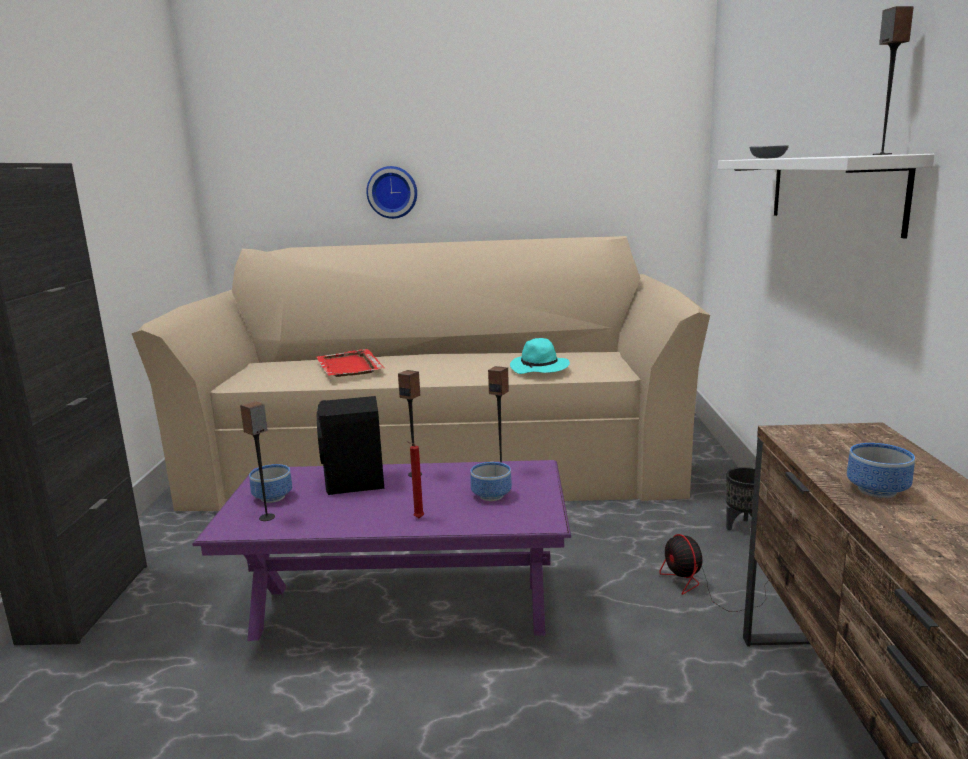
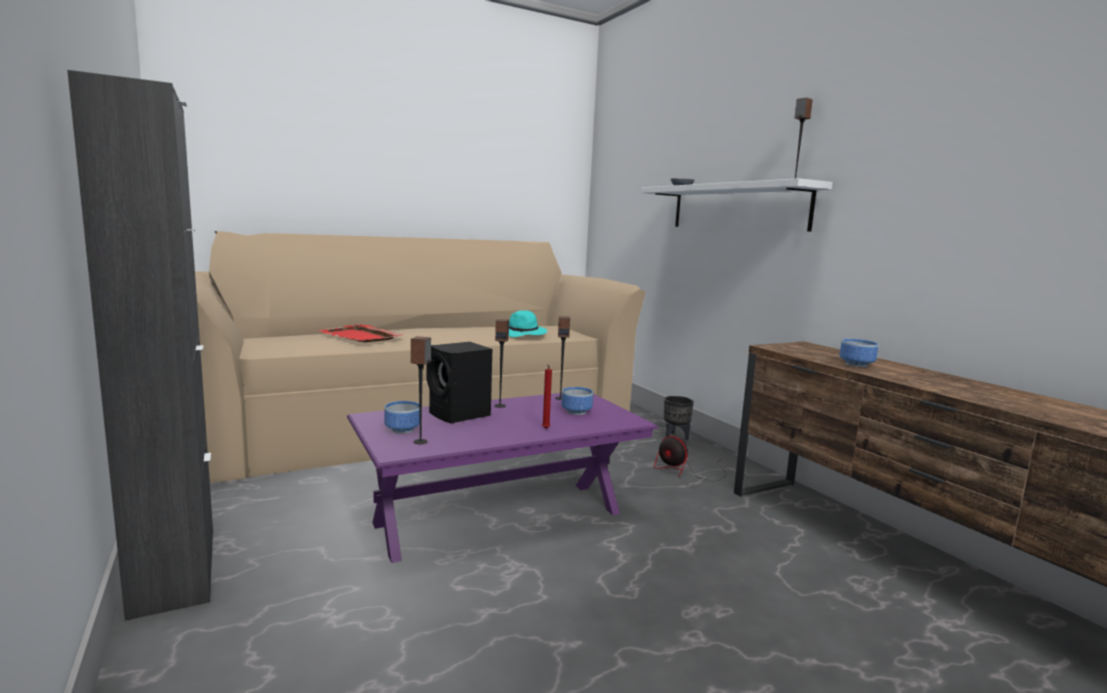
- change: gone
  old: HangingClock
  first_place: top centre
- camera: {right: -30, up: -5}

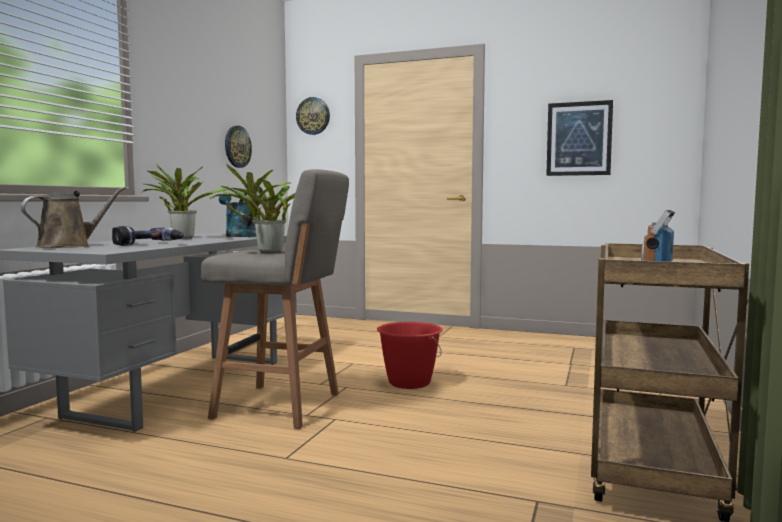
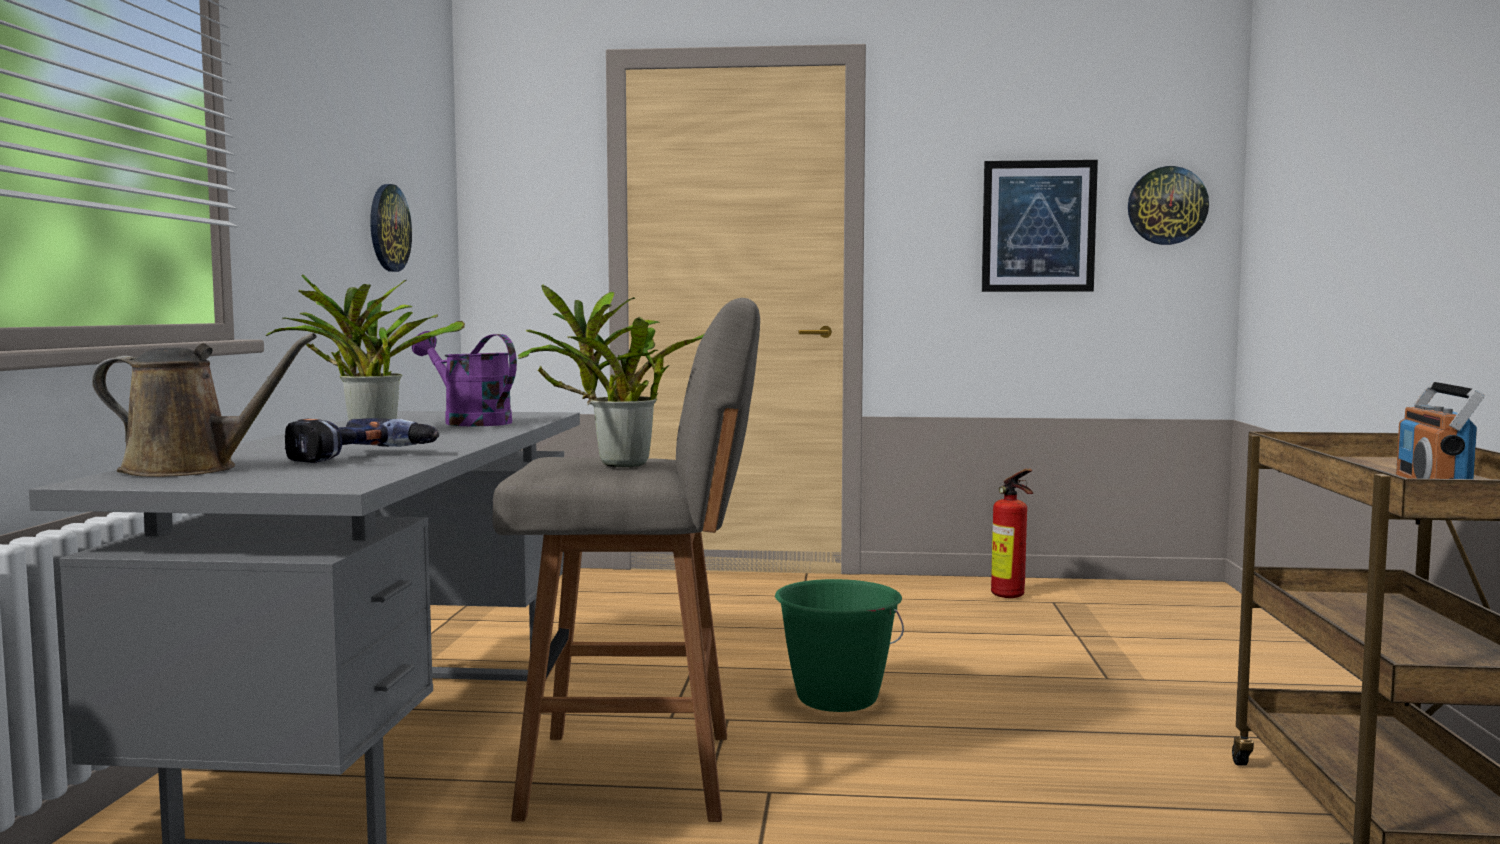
- change: shifted
  old: HangingClock (no. 2 from left)
  first_place: top centre
  second_place: top right
- change: rotated
  old: BrownColouredWateringCan
  first_place: middle left
  second_place: middle left
  degrees: 75
- change: repainted
  old: TurquoiseWateringCan
  new: PurplishWateringCan
  first_place: middle left
  second_place: middle left
- change: repainted
  old: ReddishPail
  new: GreenishPail
  first_place: bottom centre
  second_place: bottom centre
- change: new
  new: FireExtinguisher
  second_place: middle right
- camera: {right: -15, up: 0}

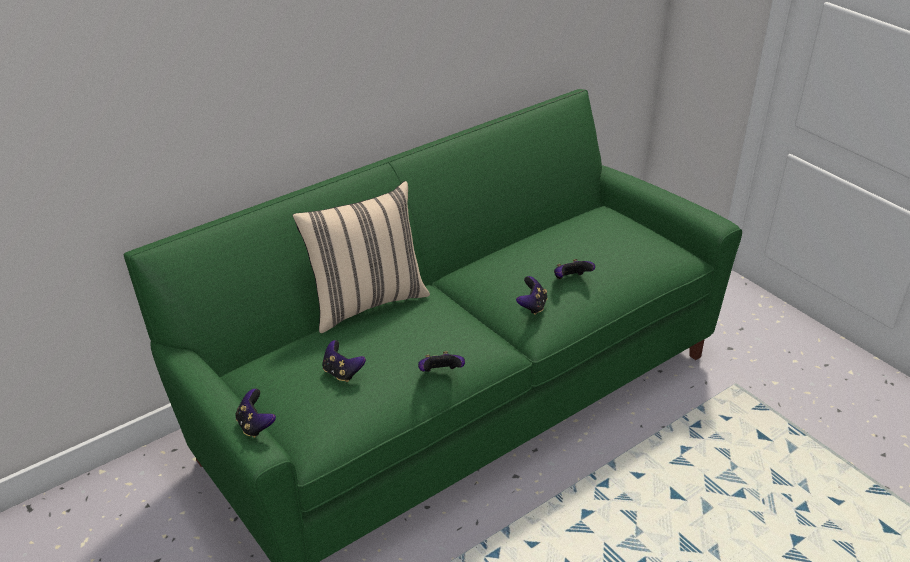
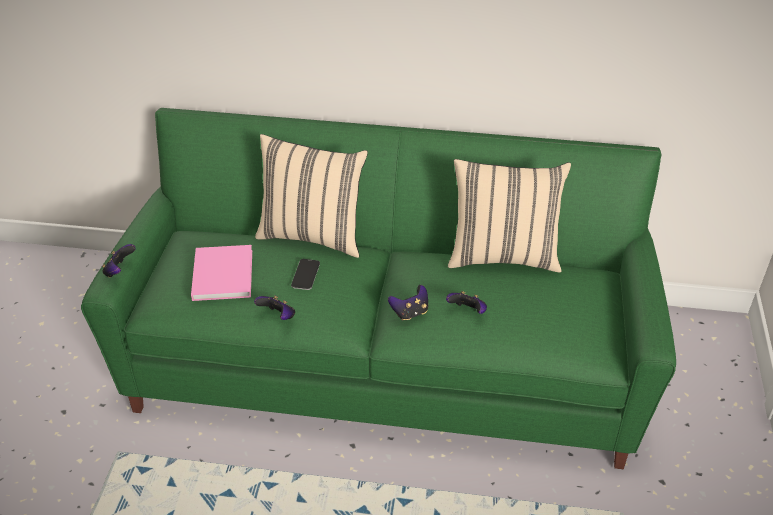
- change: swapped
  old: Joypad (no. 2 from left)
  new: PinkishBook
  first_place: centre
  second_place: middle left
- change: new
  new: BeigeColouredThrowPillow (no. 2 from left)
  second_place: centre
- change: new
  new: Phone
  second_place: centre
- camera: {right: 45, up: 5}

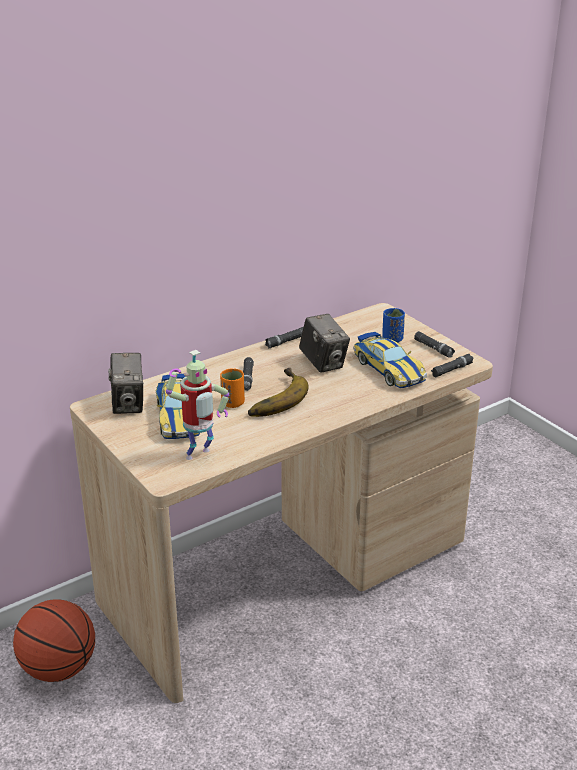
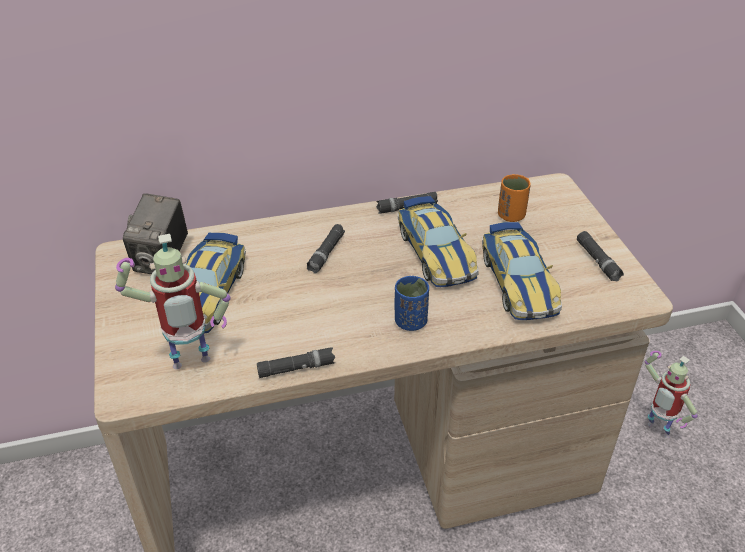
- change: shifted
  old: BluishDrinkingCup
  first_place: middle right
  second_place: centre
- change: swapped
  old: PhotoCamera (no. 2 from left)
  new: MiniatureCar (no. 2 from left)
  first_place: centre
  second_place: centre
- change: shifted
  old: BlackTorch (no. 4 from left in the first image)
  new: BlackTorch (no. 1 from left)
  first_place: middle right
  second_place: centre
- change: shifted
  old: OrangeDrinkingCup
  first_place: centre
  second_place: middle right
- change: gone
  old: BananaFruit
  first_place: centre
- change: gone
  old: Basketball
  first_place: bottom left
- change: new
  new: ToyRobot (no. 2 from left)
  second_place: bottom right
- camera: {right: 20, up: 10}

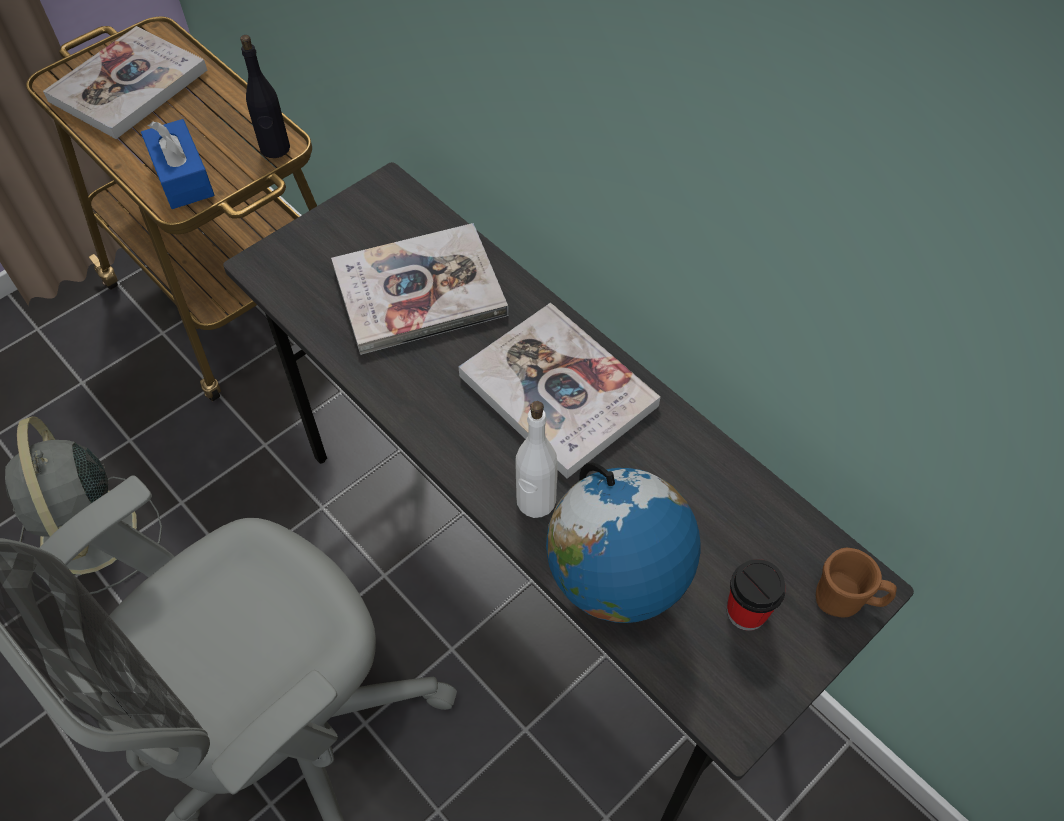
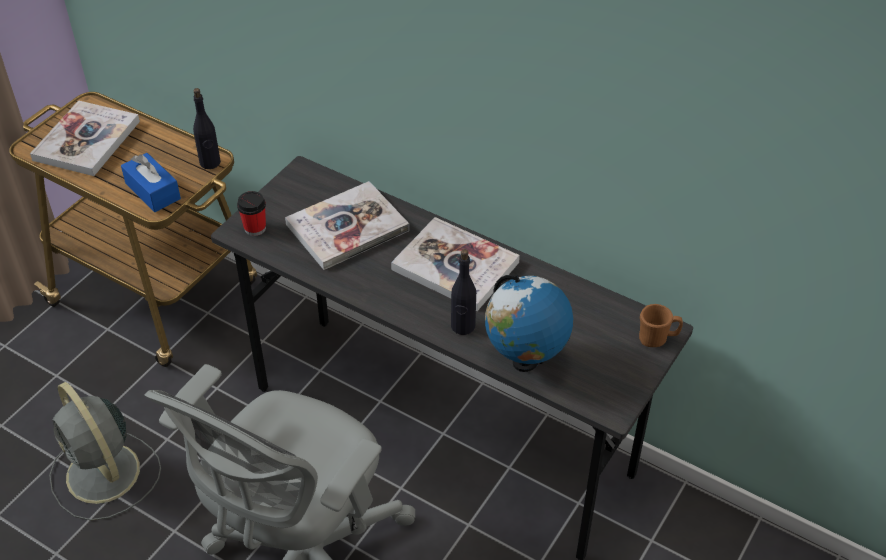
- change: repainted
  old: WhiteColouredBottle
  new: BlackBottle (no. 2 from left)
  first_place: centre
  second_place: centre
- change: shifted
  old: DrinkingCup
  first_place: bottom right
  second_place: middle left
- camera: {right: -15, up: -10}

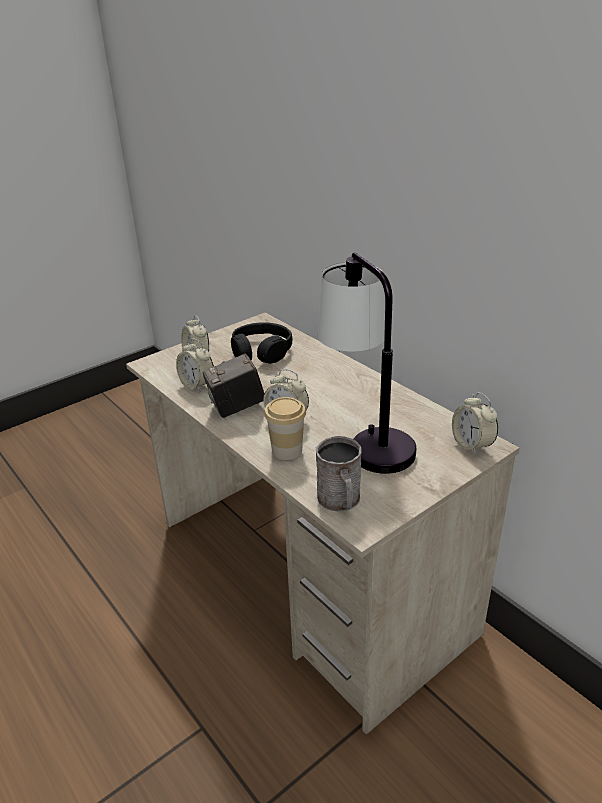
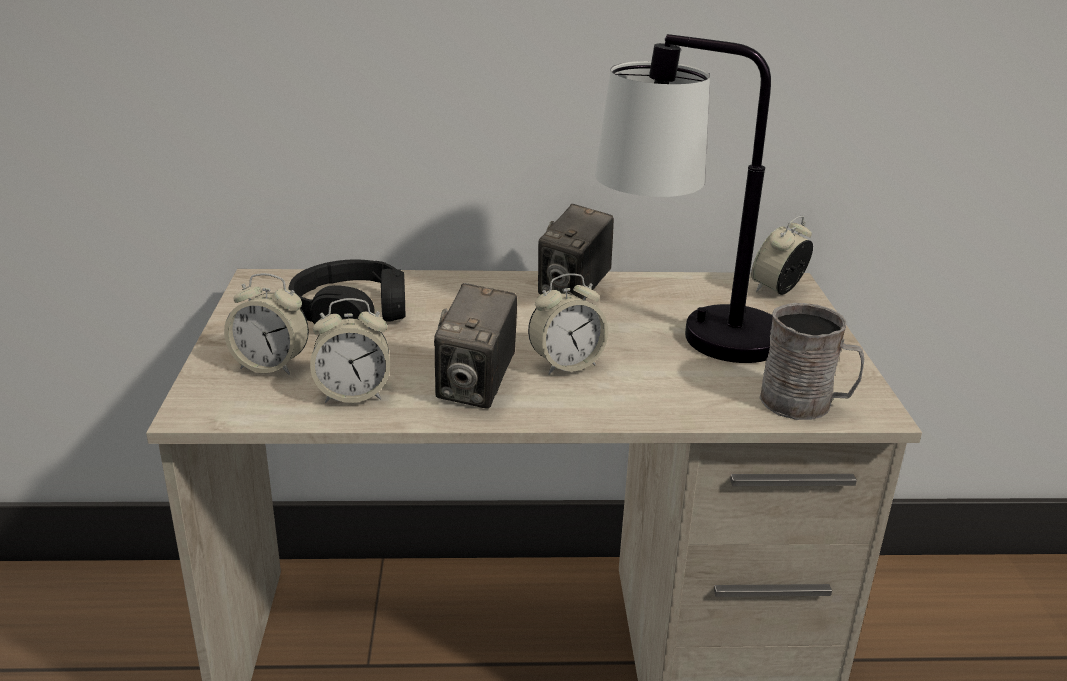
- change: rotated
  old: TableClock (no. 4 from left)
  first_place: middle right
  second_place: middle right
  degrees: 120
- change: gone
  old: DrinkingCup
  first_place: centre
- change: new
  new: PhotoCamera (no. 2 from left)
  second_place: centre
- camera: {right: -55, up: -5}

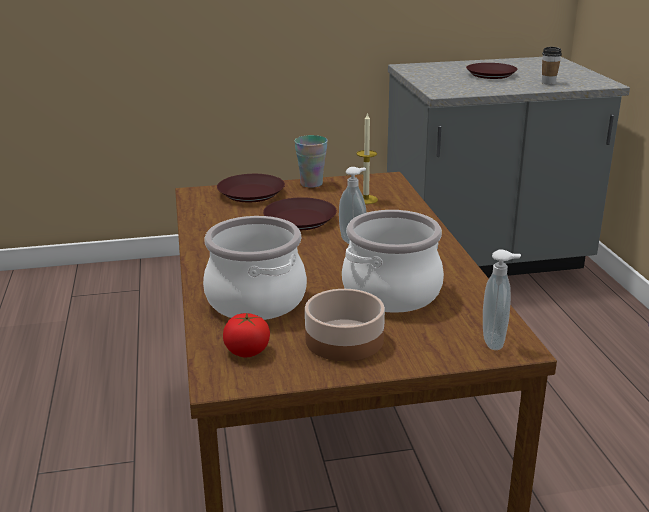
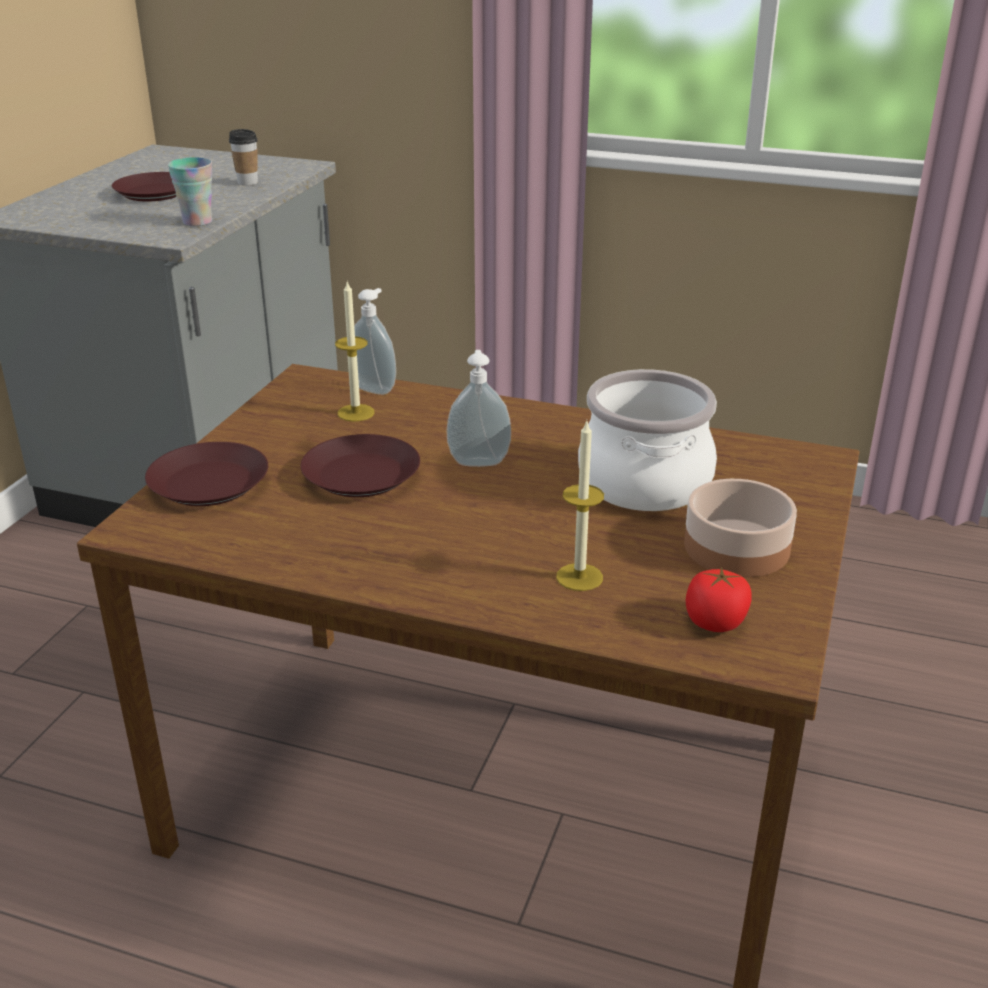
- change: shifted
  old: DrinkingCup (no. 1 from left)
  first_place: top centre
  second_place: top left
- change: swapped
  old: Saucepot (no. 1 from left)
  new: WaxCandle (no. 2 from left)
  first_place: centre
  second_place: centre
- change: shifted
  old: LiquidSoapBottle (no. 2 from left in the first image)
  new: LiquidSoapBottle (no. 1 from left)
  first_place: middle right
  second_place: centre
- camera: {right: -60, up: 5}

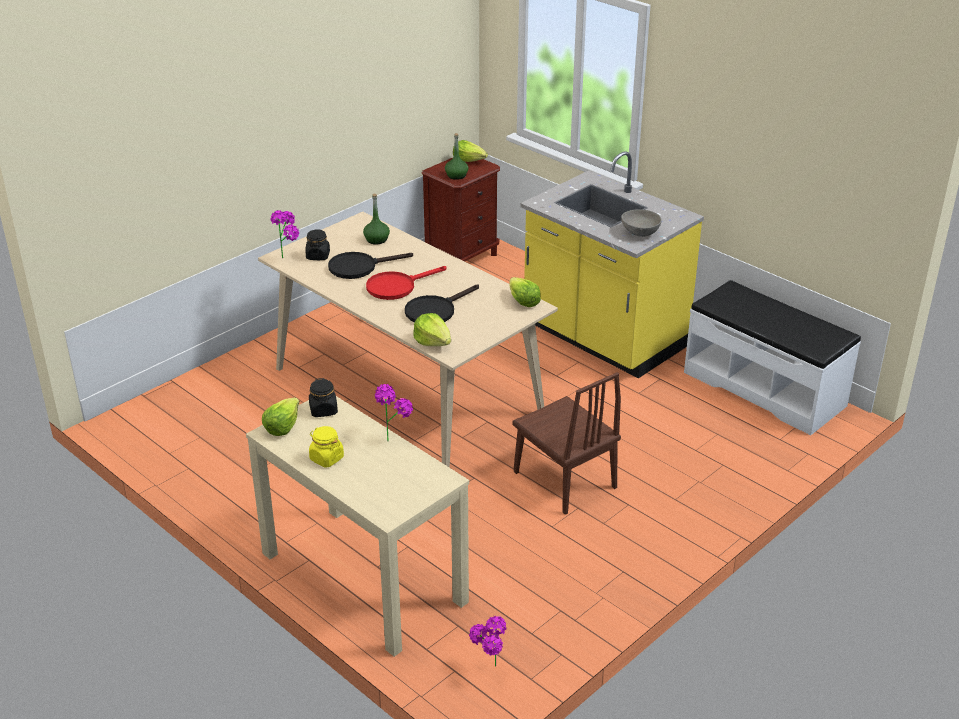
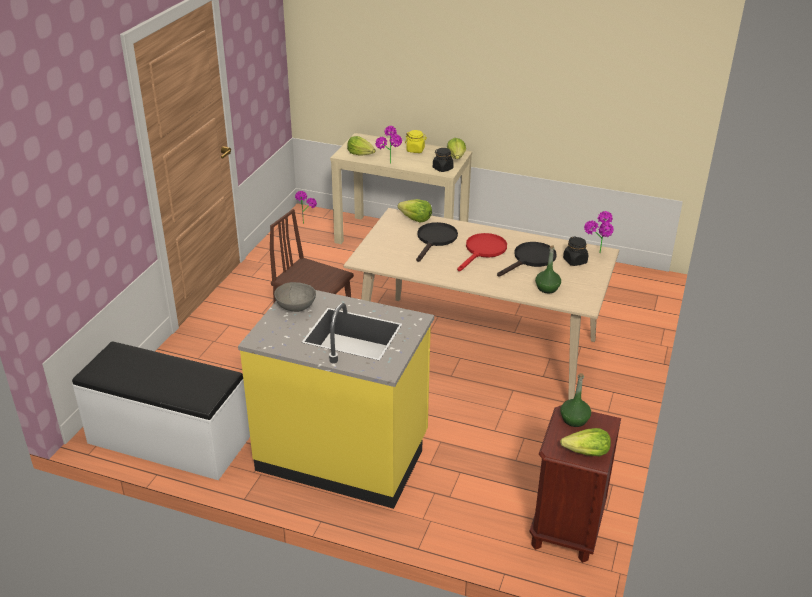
- change: shifted
  old: Lettuce (no. 4 from left in the first image)
  new: Lettuce (no. 1 from left)
  first_place: centre
  second_place: top centre
- camera: {right: 155, up: 0}

